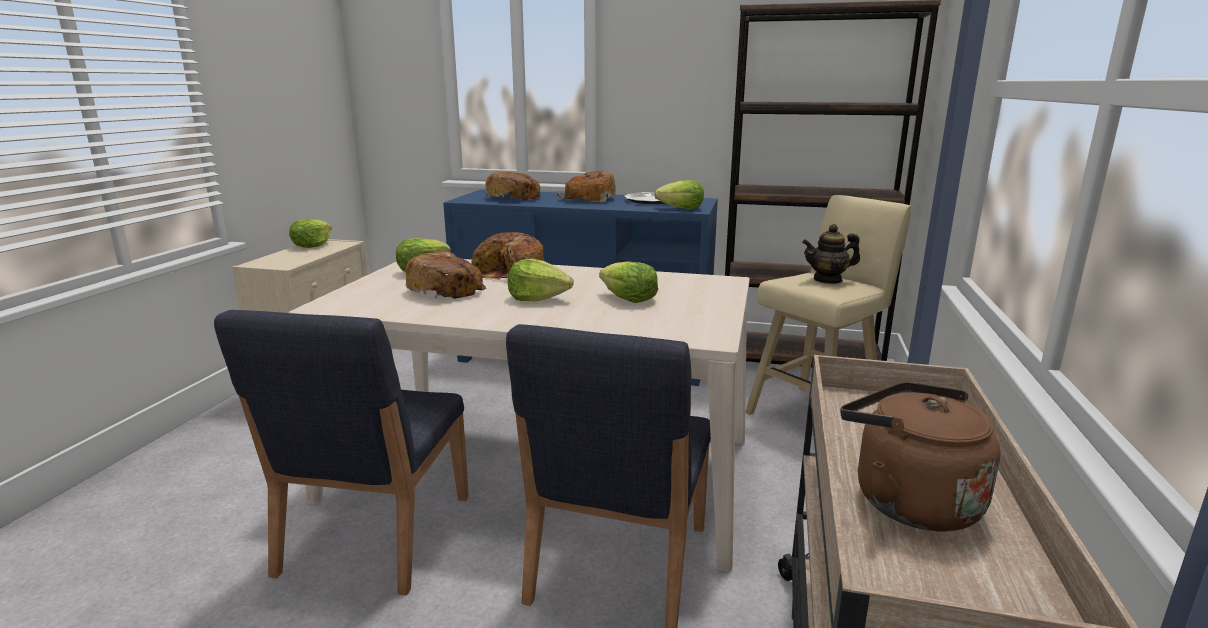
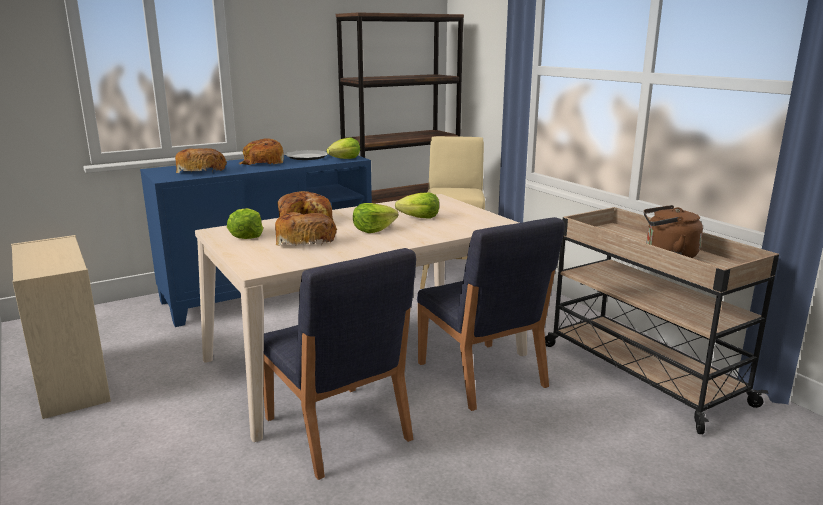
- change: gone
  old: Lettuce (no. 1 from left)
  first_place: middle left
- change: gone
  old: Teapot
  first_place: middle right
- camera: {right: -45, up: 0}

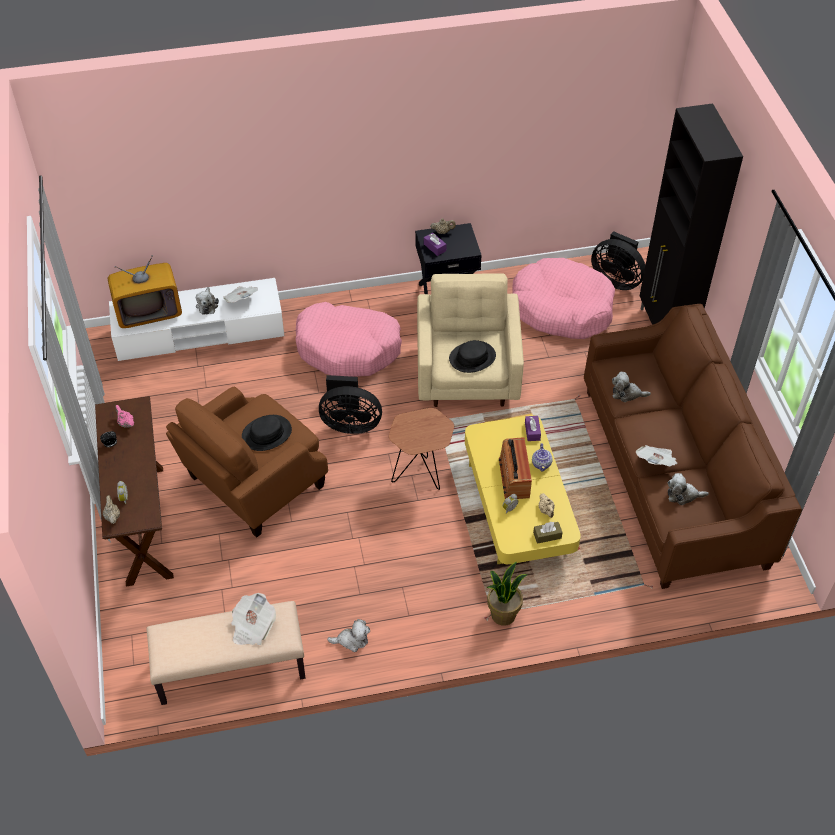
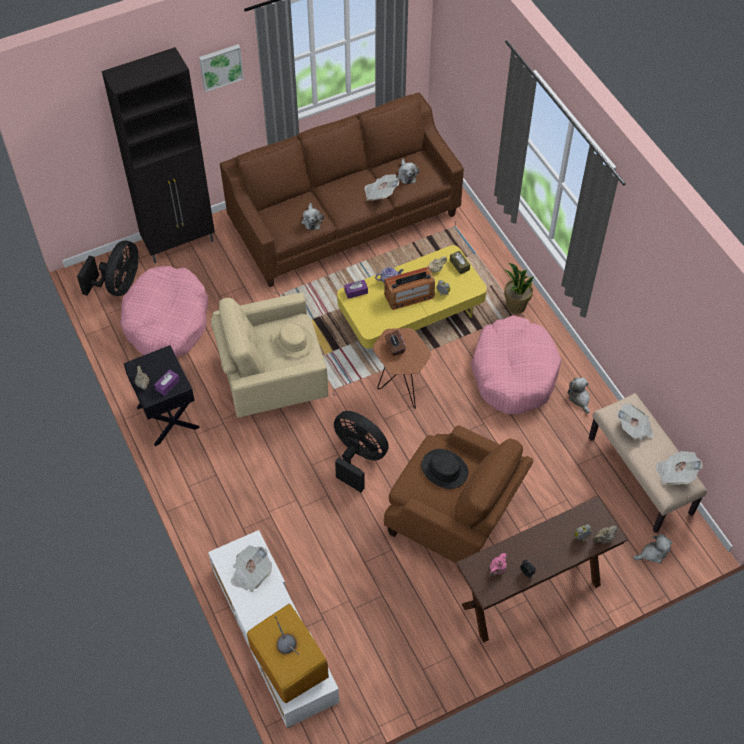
- change: shifted
  old: PlushToy (no. 1 from left in the first image)
  new: PlushToy (no. 4 from left)
  first_place: middle left
  second_place: bottom right
- change: shifted
  old: PinkishDogBed (no. 1 from left in the first image)
  new: PinkishDogBed (no. 2 from left)
  first_place: centre
  second_place: middle right
- change: repainted
  old: BlackHat (no. 2 from left)
  new: BeigeColouredHat
  first_place: centre
  second_place: centre
- change: rotated
  old: BlackElectricFan (no. 1 from left in the first image)
  first_place: centre
  second_place: centre
  degrees: -45
- change: new
  new: Picture
  second_place: top left
- change: new
  new: BrownColouredBoxOfTissues (no. 1 from left)
  second_place: centre
- change: new
  new: PrintedPaper (no. 4 from left)
  second_place: middle right
- camera: {right: -105, up: 5}

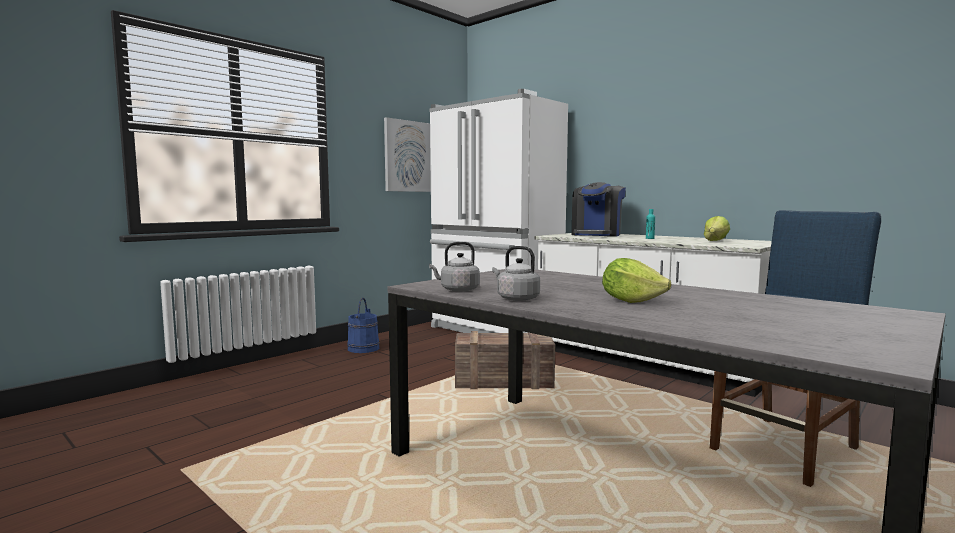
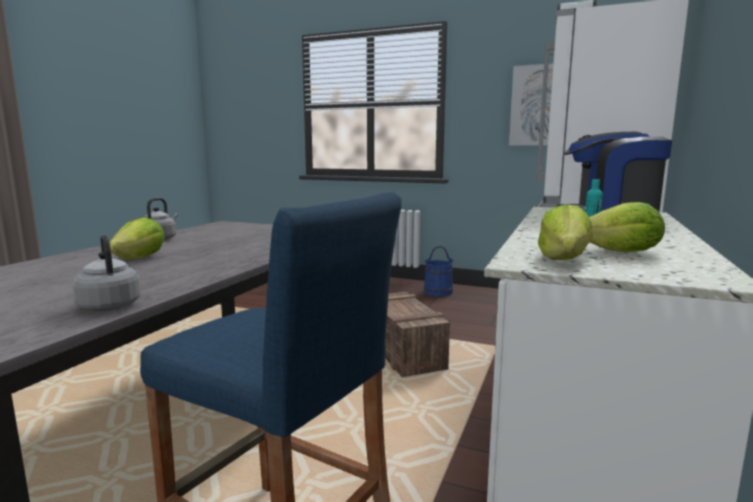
- change: shifted
  old: GreyishTeaKettle (no. 1 from left)
  first_place: centre
  second_place: middle left
- change: new
  new: Lettuce (no. 2 from left)
  second_place: middle right
- camera: {right: 70, up: 5}

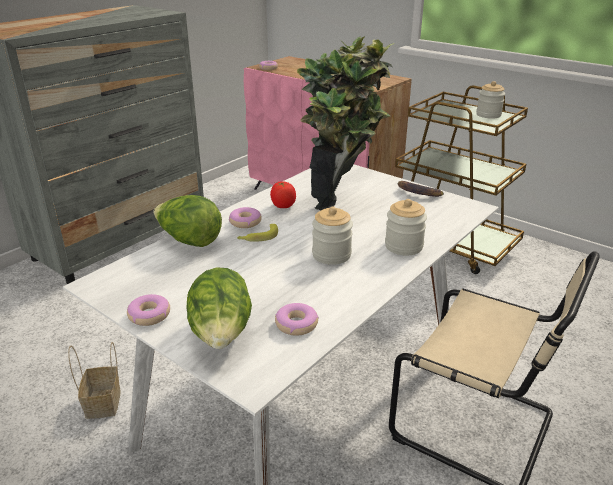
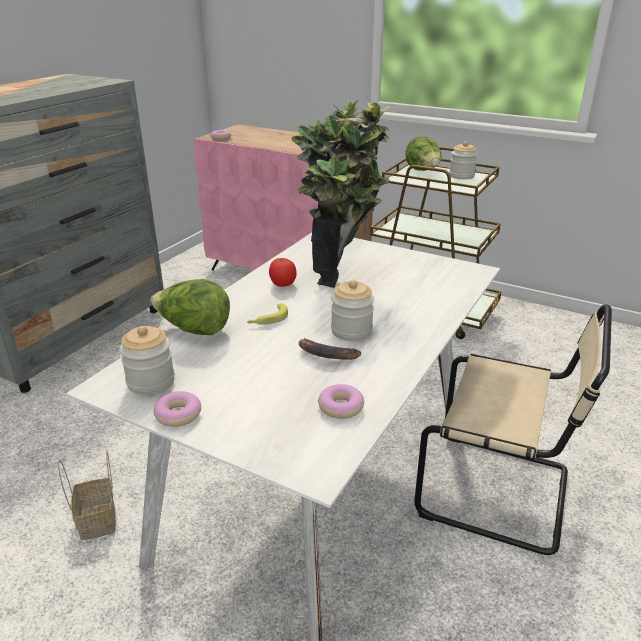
- change: shifted
  old: BananaFruit (no. 2 from left)
  first_place: middle right
  second_place: centre
- change: shifted
  old: Jar (no. 2 from left in the first image)
  new: Jar (no. 1 from left)
  first_place: centre
  second_place: middle left
- change: gone
  old: Donut (no. 2 from left)
  first_place: centre
- change: shifted
  old: Lettuce (no. 2 from left)
  first_place: centre
  second_place: top centre
- camera: {right: -10, up: 0}

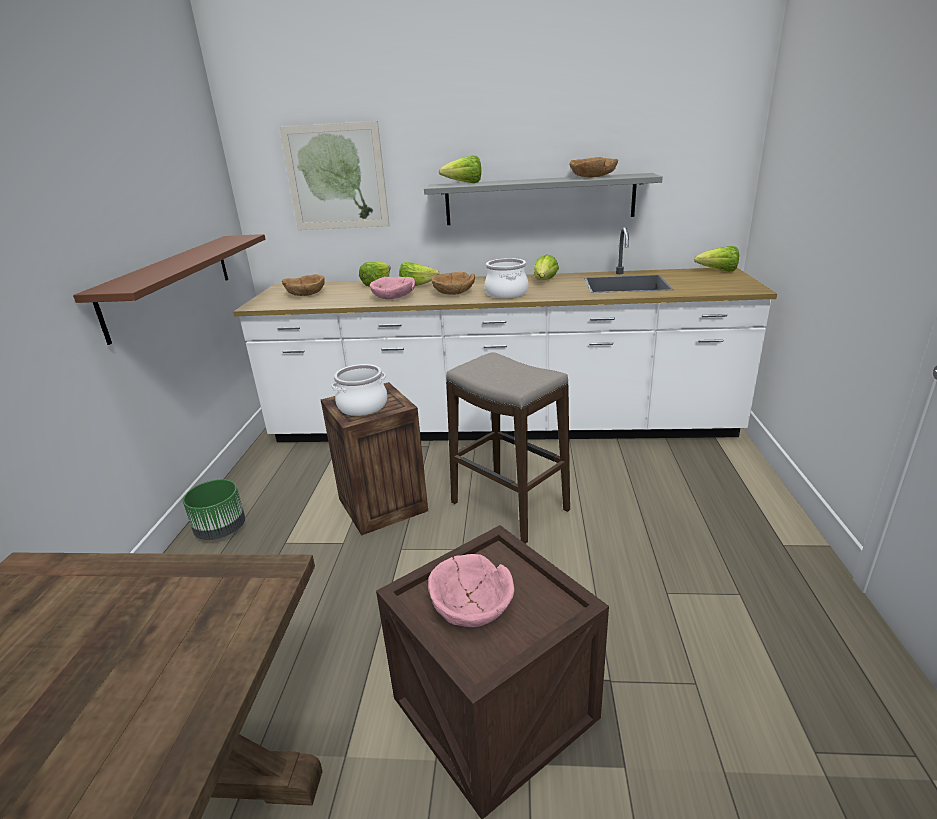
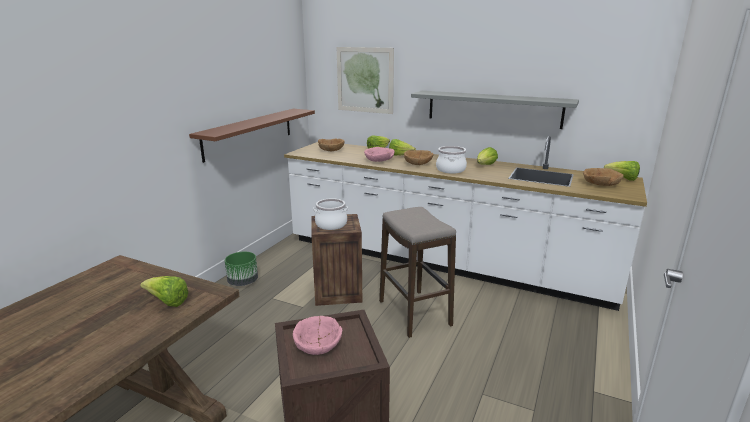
- change: shifted
  old: Lettuce (no. 3 from left in the first image)
  new: Lettuce (no. 1 from left)
  first_place: top centre
  second_place: bottom left
- change: shifted
  old: BrownColouredServingBowl (no. 3 from left)
  first_place: top centre
  second_place: middle right
- camera: {right: 20, up: -5}

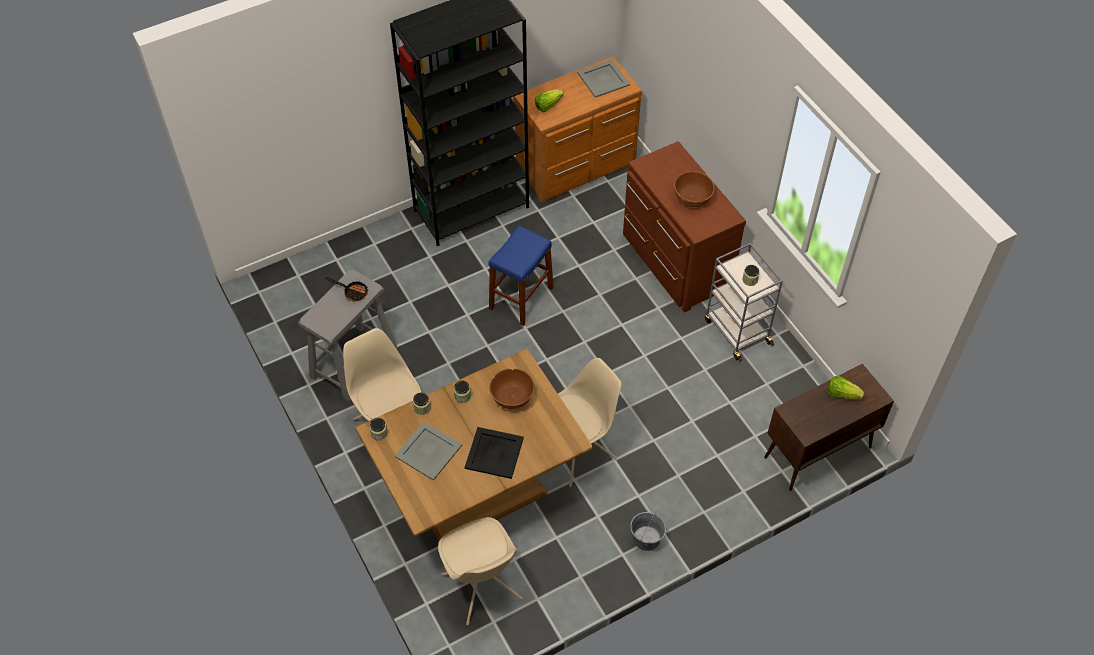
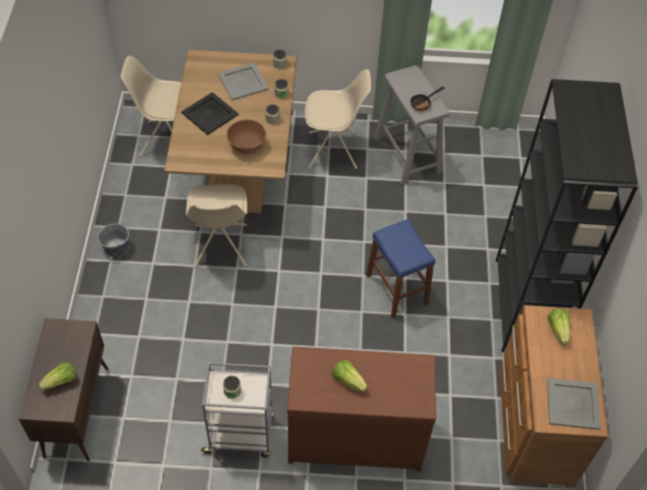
- change: swapped
  old: BrownColouredServingBowl (no. 2 from left)
  new: Lettuce (no. 2 from left)
  first_place: top centre
  second_place: bottom centre
- camera: {right: 120, up: 0}

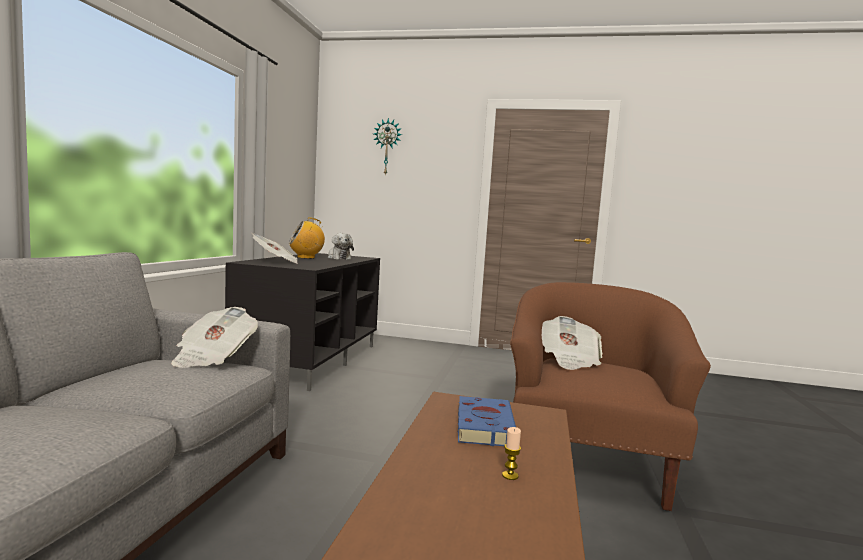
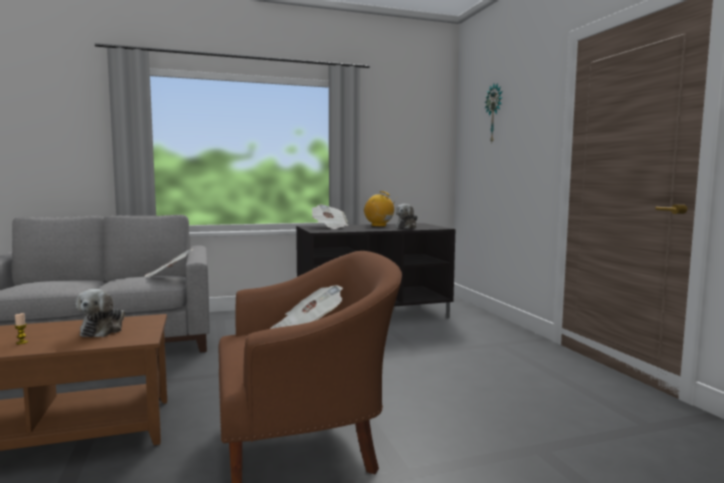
- change: swapped
  old: BluishBook
  new: PlushToy (no. 1 from left)
  first_place: bottom centre
  second_place: middle left
- camera: {right: 60, up: 0}

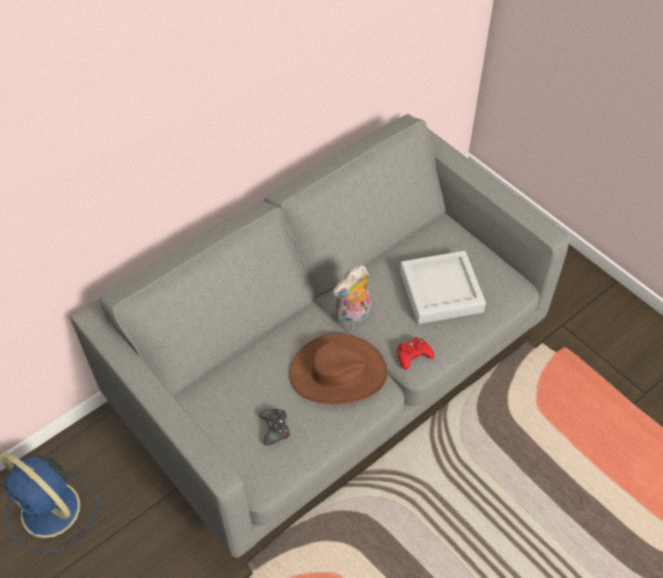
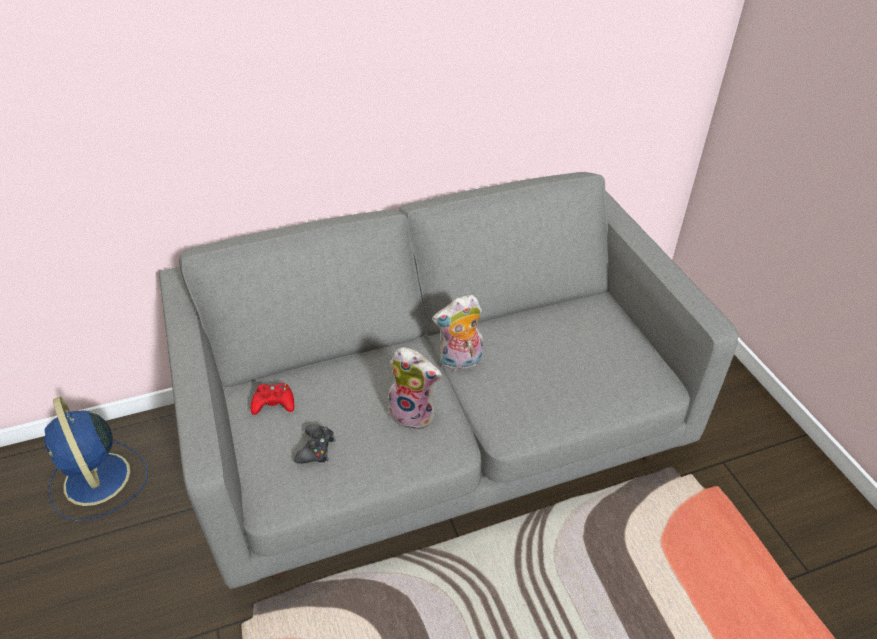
- change: gone
  old: GreyishCarryingTray
  first_place: middle right
- change: swapped
  old: BrownColouredHat
  new: PlushToy (no. 1 from left)
  first_place: centre
  second_place: centre
- change: shifted
  old: ReddishJoypad
  first_place: centre
  second_place: middle left
- camera: {right: 20, up: -10}

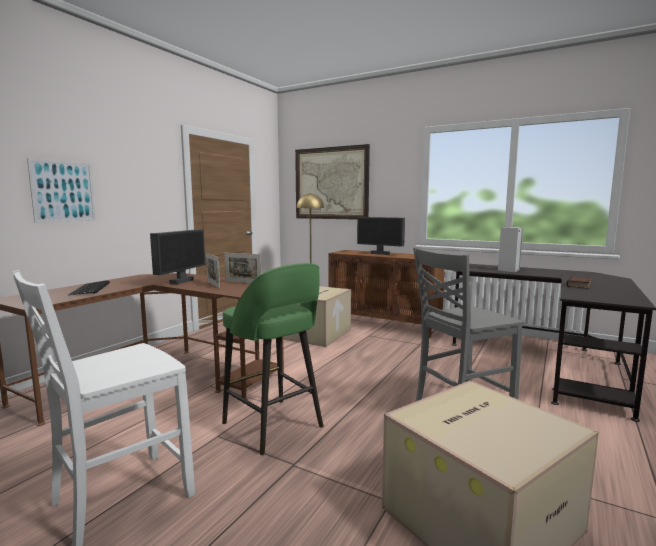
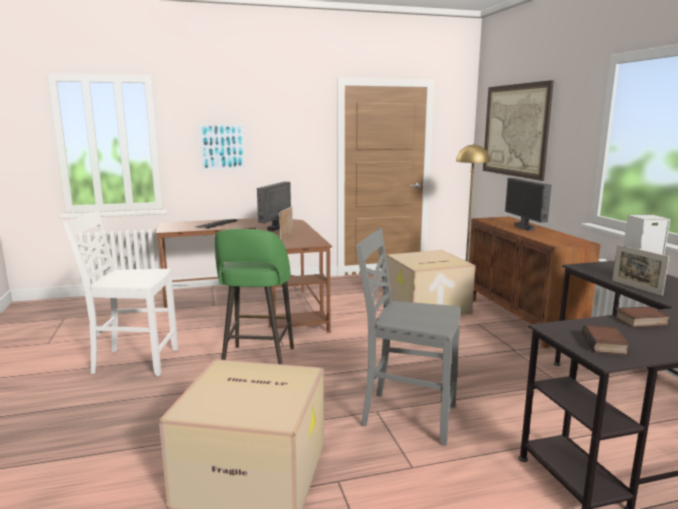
- change: rotated
  old: Monitor (no. 1 from left)
  first_place: middle left
  second_place: centre
  degrees: 135
- change: shifted
  old: StandingFrame (no. 2 from left)
  first_place: centre
  second_place: middle right
- change: new
  new: Book (no. 1 from left)
  second_place: bottom right
- camera: {right: 45, up: 5}

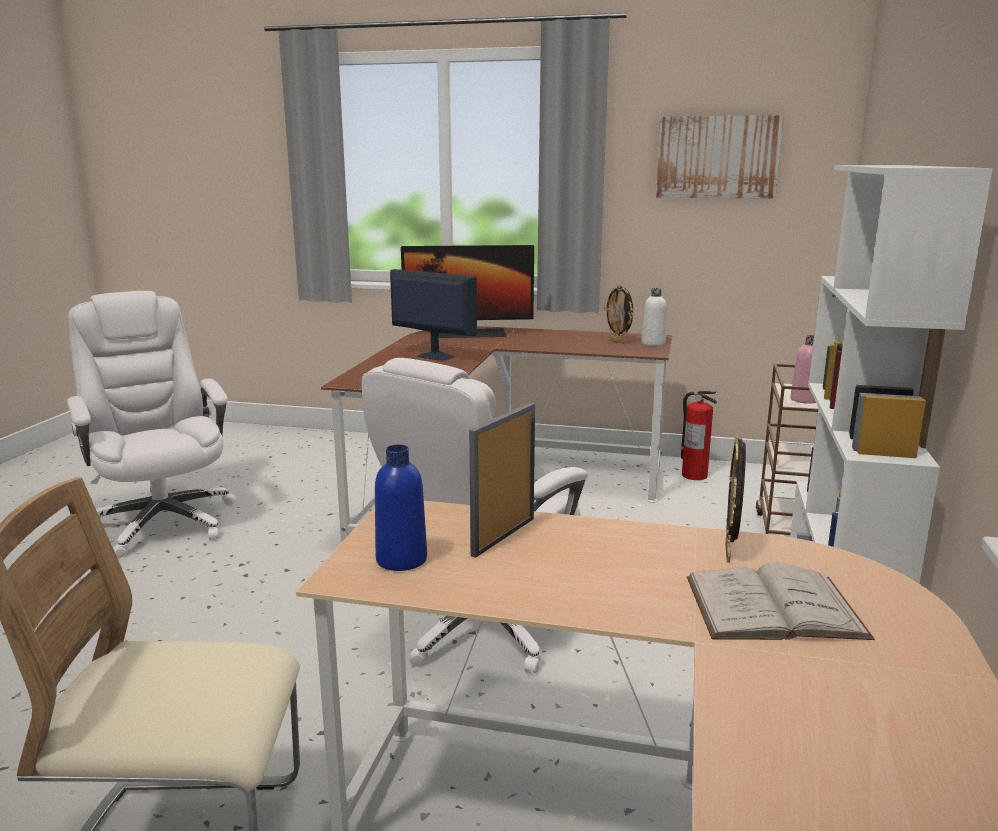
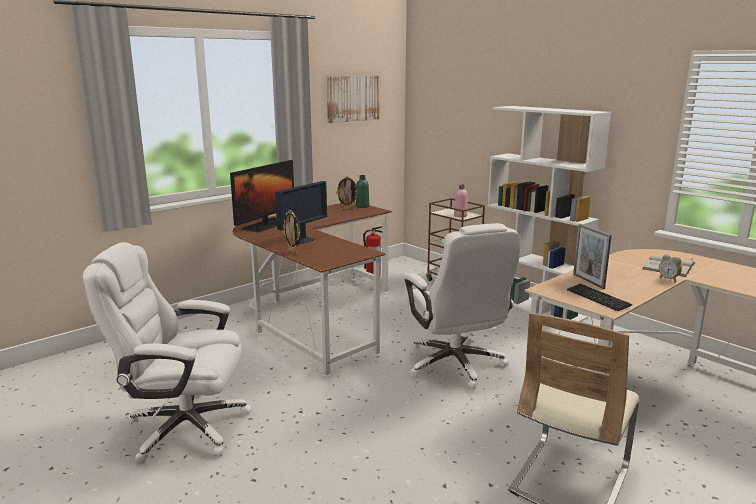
- change: rotated
  old: Monitor (no. 1 from left in the first image)
  first_place: centre
  second_place: centre
  degrees: 150
- change: repainted
  old: WhiteColouredBottle
  new: GreenishBottle
  first_place: centre
  second_place: centre
- change: shifted
  old: StandingFrame (no. 3 from left in the first image)
  new: StandingFrame (no. 1 from left)
  first_place: middle right
  second_place: centre
- change: swapped
  old: BluishBottle
  new: ComputerKeyboard
  first_place: centre
  second_place: middle right
- change: new
  new: TableClock
  second_place: middle right
- camera: {right: -55, up: 0}

